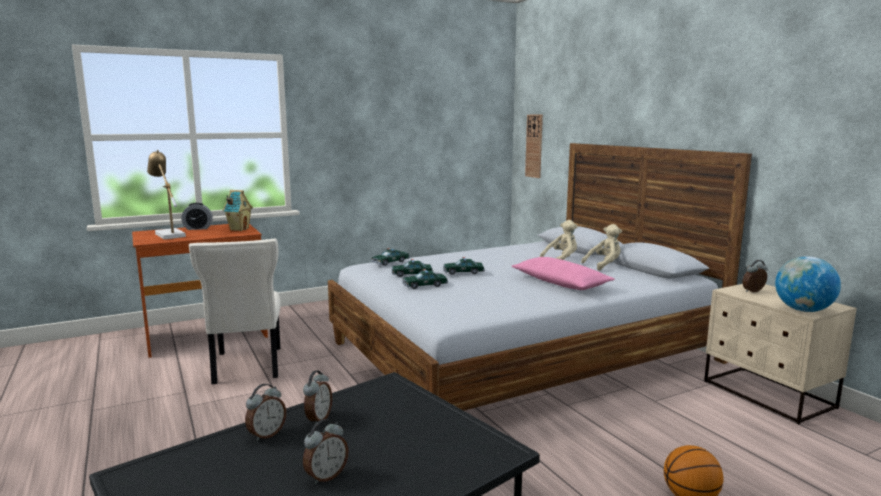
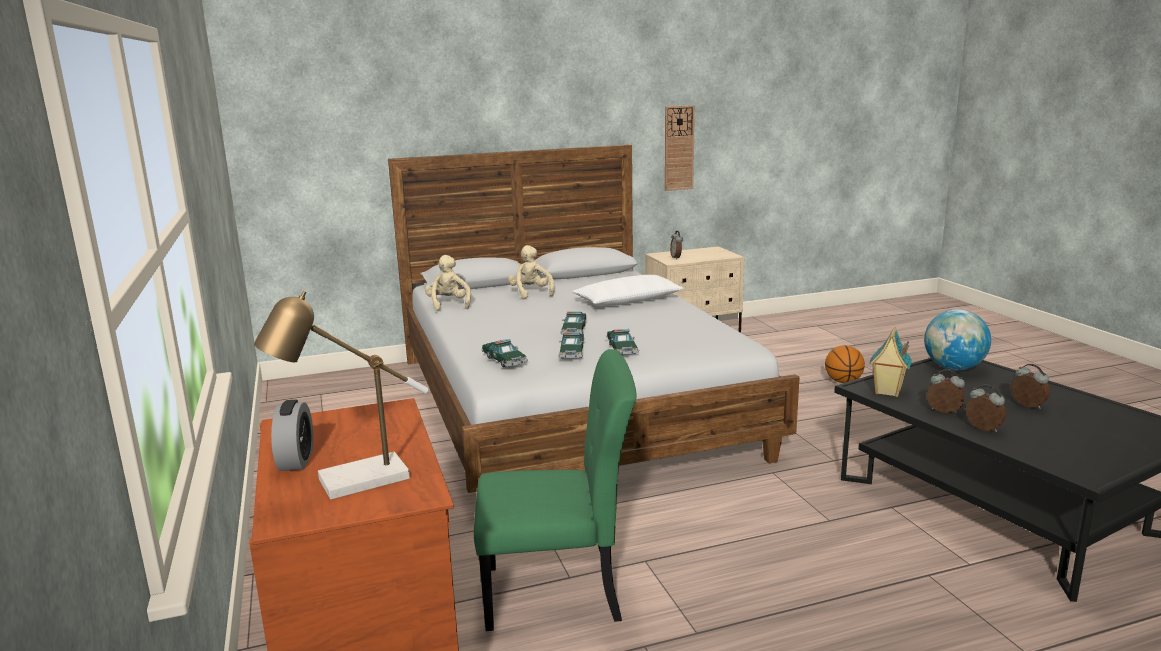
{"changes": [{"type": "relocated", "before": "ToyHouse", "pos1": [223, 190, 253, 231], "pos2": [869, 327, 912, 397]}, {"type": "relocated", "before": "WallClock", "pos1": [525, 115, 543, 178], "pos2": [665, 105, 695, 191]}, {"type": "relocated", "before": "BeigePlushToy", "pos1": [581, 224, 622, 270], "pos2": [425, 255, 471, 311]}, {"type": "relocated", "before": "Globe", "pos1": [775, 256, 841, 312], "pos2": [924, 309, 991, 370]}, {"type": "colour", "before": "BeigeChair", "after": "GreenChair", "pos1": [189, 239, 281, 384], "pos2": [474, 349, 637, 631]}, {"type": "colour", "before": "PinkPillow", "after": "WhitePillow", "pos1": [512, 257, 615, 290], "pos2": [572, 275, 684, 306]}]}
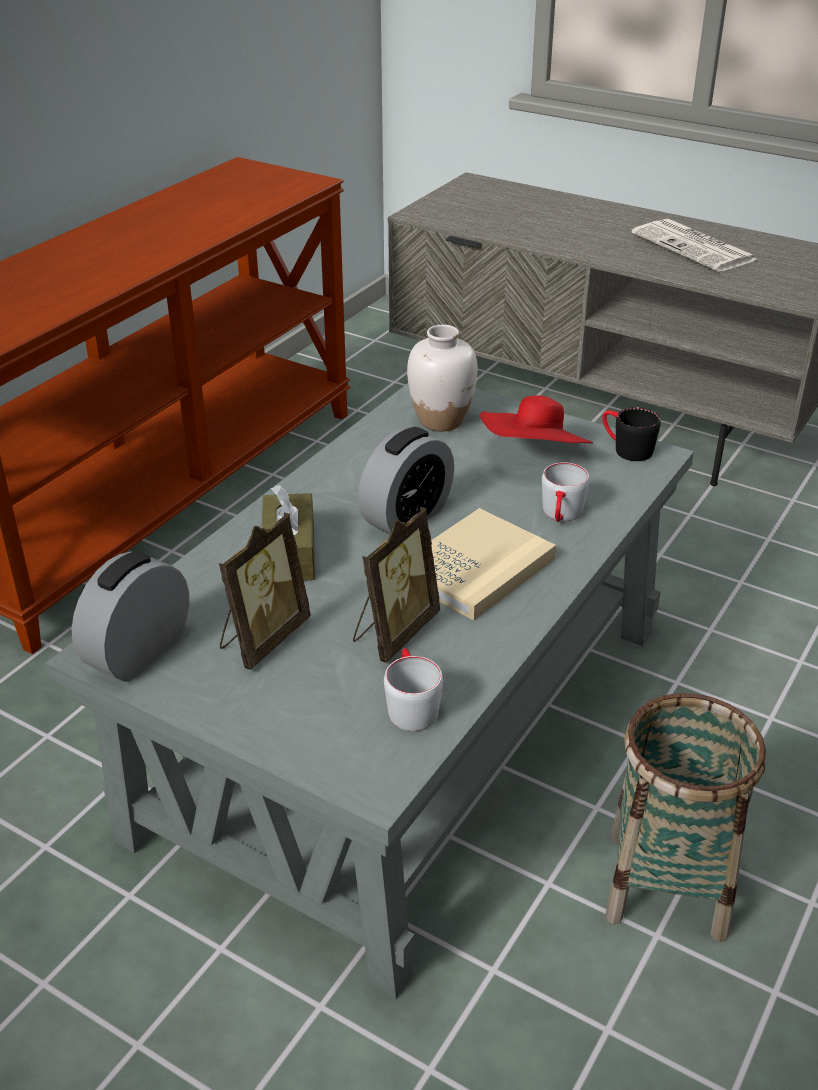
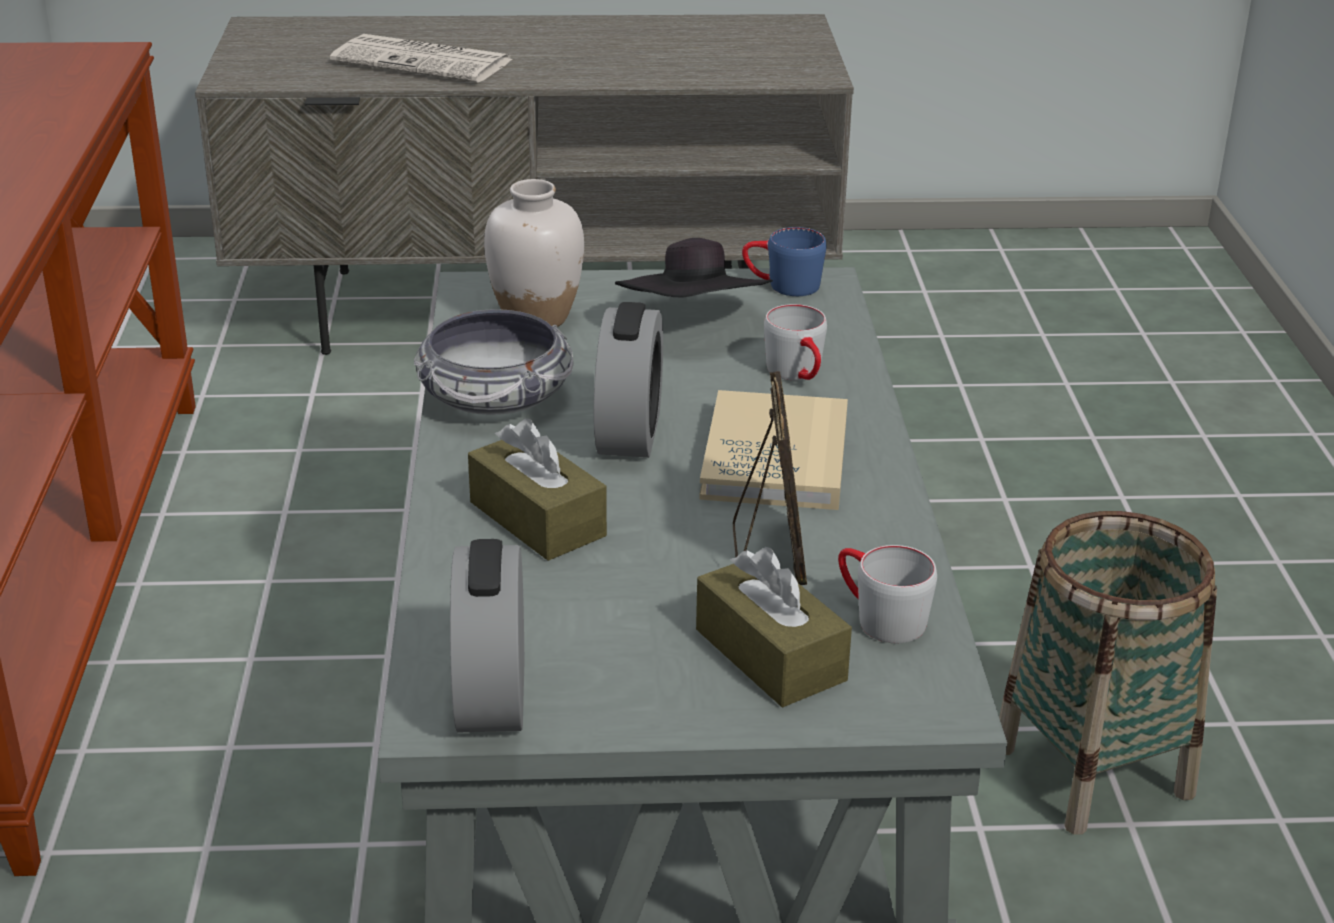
{"changes": [{"type": "missing", "before": "PictureFrame", "pos1": [219, 513, 311, 670]}, {"type": "appeared", "after": "Bowl", "pos2": [414, 309, 574, 415]}, {"type": "appeared", "after": "BrownTissueBox", "pos2": [696, 547, 852, 708]}, {"type": "relocated", "before": "Newspaper", "pos1": [632, 219, 759, 272], "pos2": [330, 34, 514, 83]}, {"type": "colour", "before": "RedHat", "after": "BlackHat", "pos1": [480, 395, 593, 444], "pos2": [615, 238, 773, 298]}, {"type": "colour", "before": "BlackMug", "after": "BlueMug", "pos1": [602, 407, 661, 461], "pos2": [742, 227, 826, 296]}]}
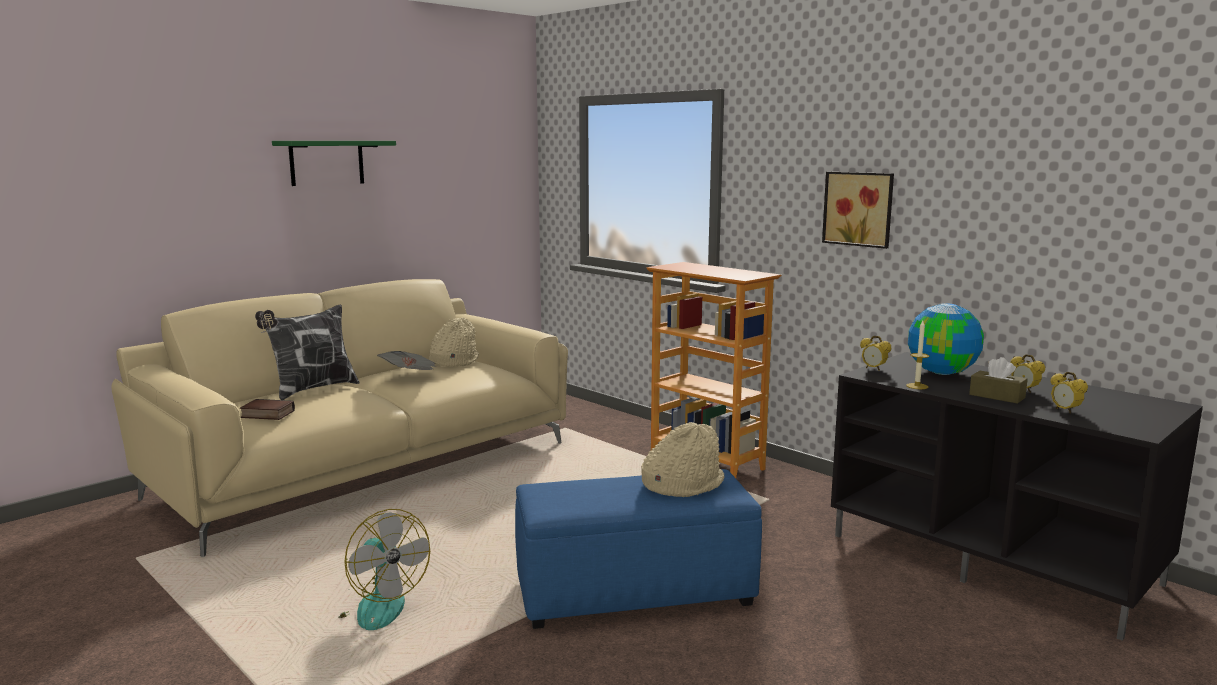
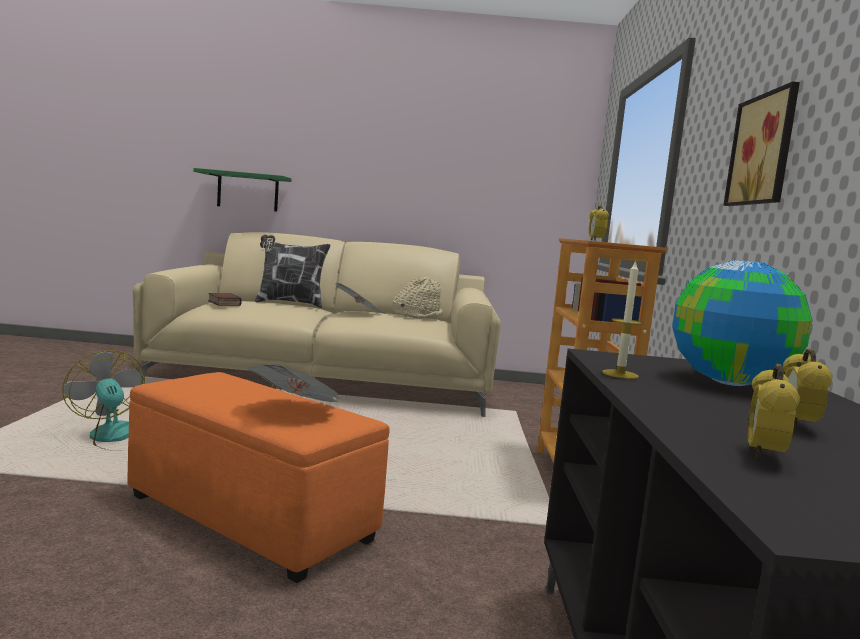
{"changes": [{"type": "missing", "before": "BrownTissueBox", "pos1": [969, 357, 1028, 404]}, {"type": "relocated", "before": "GreenShelf", "pos1": [272, 141, 396, 186], "pos2": [193, 168, 292, 211]}, {"type": "relocated", "before": "AlarmClock", "pos1": [860, 336, 891, 371], "pos2": [589, 205, 609, 241]}, {"type": "exchanged", "before": "BeigeHat", "after": "Newspaper", "pos1": [641, 422, 725, 497], "pos2": [247, 365, 341, 402]}, {"type": "colour", "before": "BlueOttoman", "after": "OrangeOttoman", "pos1": [515, 469, 762, 629], "pos2": [127, 372, 390, 583]}, {"type": "spun", "before": "Fan", "pos1": [339, 509, 430, 630], "pos2": [62, 350, 145, 451], "turn": 135}]}
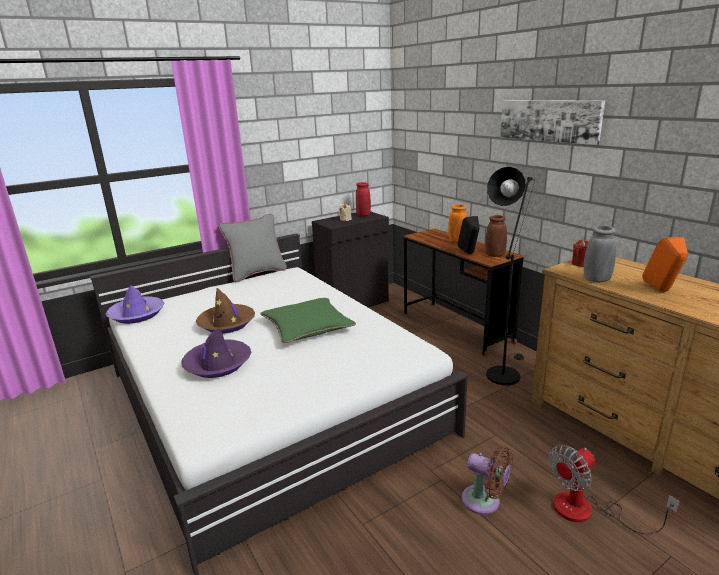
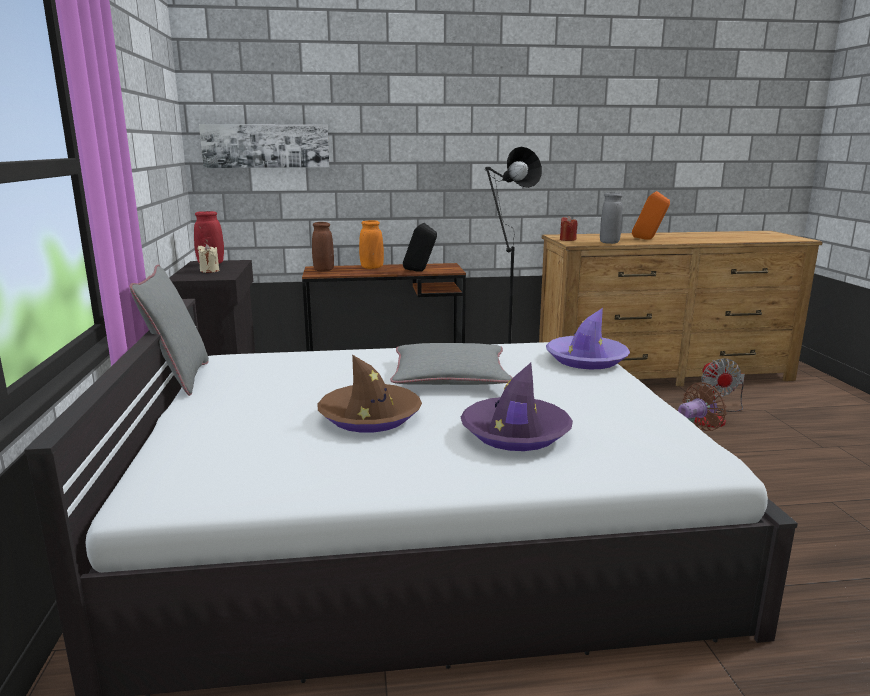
{"changes": [{"type": "relocated", "before": "PurpleHat", "pos1": [106, 285, 164, 324], "pos2": [546, 308, 630, 369]}, {"type": "relocated", "before": "BrownVase", "pos1": [485, 215, 507, 257], "pos2": [312, 222, 334, 272]}, {"type": "relocated", "before": "Picture", "pos1": [500, 100, 605, 145], "pos2": [199, 124, 329, 168]}, {"type": "colour", "before": "GreenPillow", "after": "GreyPillow", "pos1": [260, 298, 356, 343], "pos2": [390, 343, 512, 385]}]}
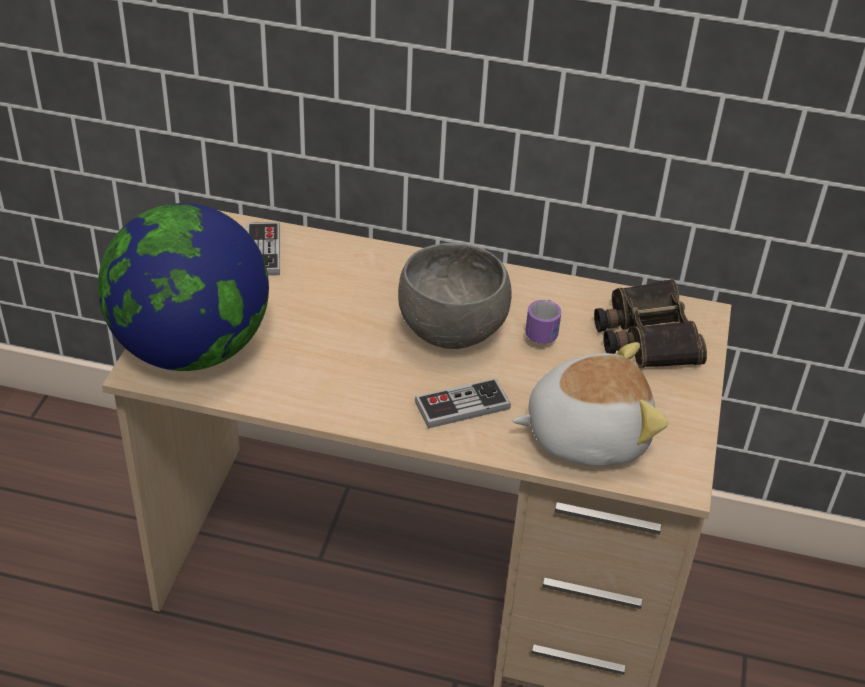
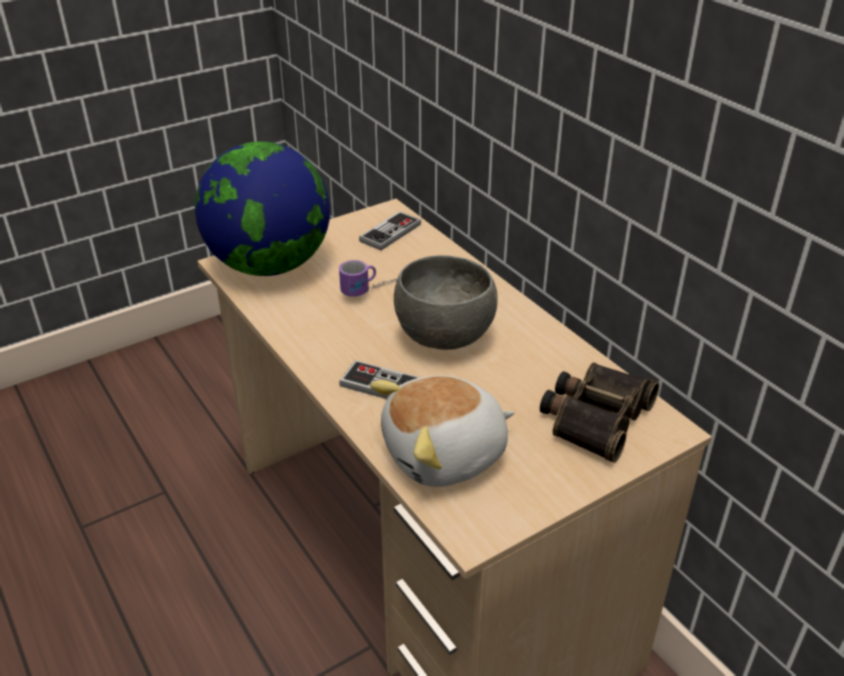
{"changes": [{"type": "relocated", "before": "Mug", "pos1": [525, 300, 562, 344], "pos2": [339, 260, 397, 297]}, {"type": "spun", "before": "PlushToy", "pos1": [512, 342, 668, 466], "pos2": [370, 375, 515, 487], "turn": 120}]}
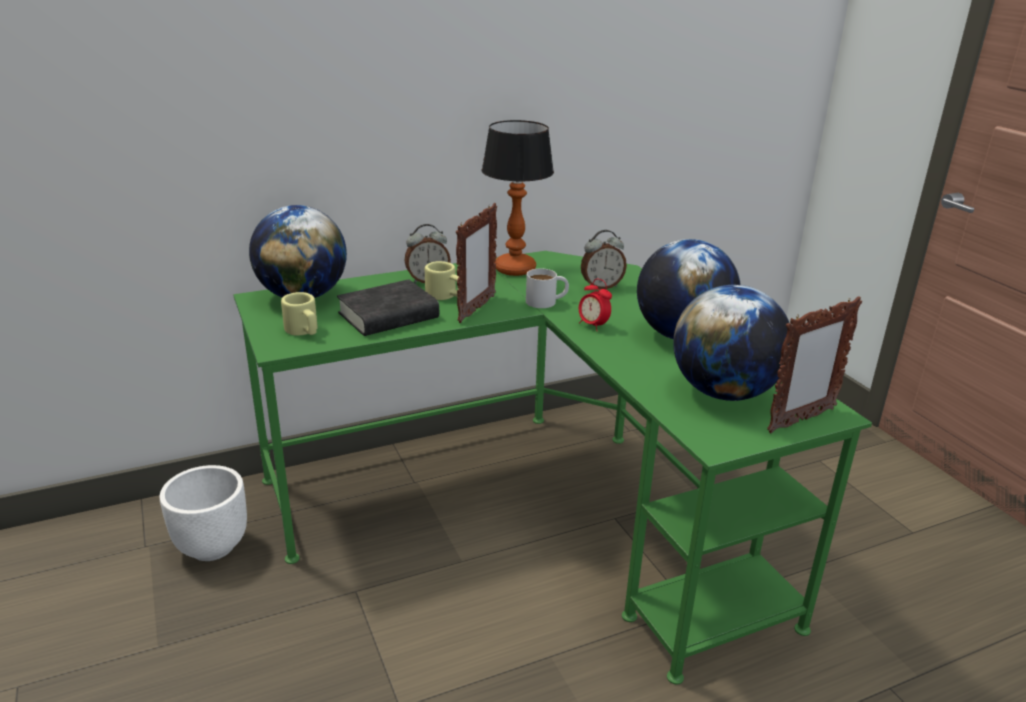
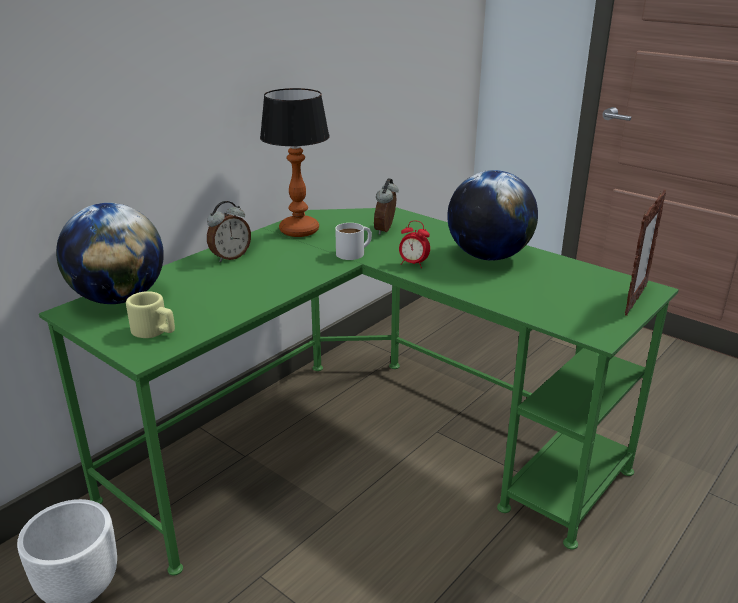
{"changes": [{"type": "missing", "before": "BlackBook", "pos1": [337, 279, 439, 336]}, {"type": "missing", "before": "BeigeMug", "pos1": [425, 261, 459, 300]}, {"type": "missing", "before": "PictureFrame", "pos1": [456, 203, 497, 323]}, {"type": "missing", "before": "Globe", "pos1": [673, 285, 790, 401]}, {"type": "spun", "before": "AlarmClock", "pos1": [581, 230, 627, 289], "pos2": [374, 178, 399, 235], "turn": 150}]}
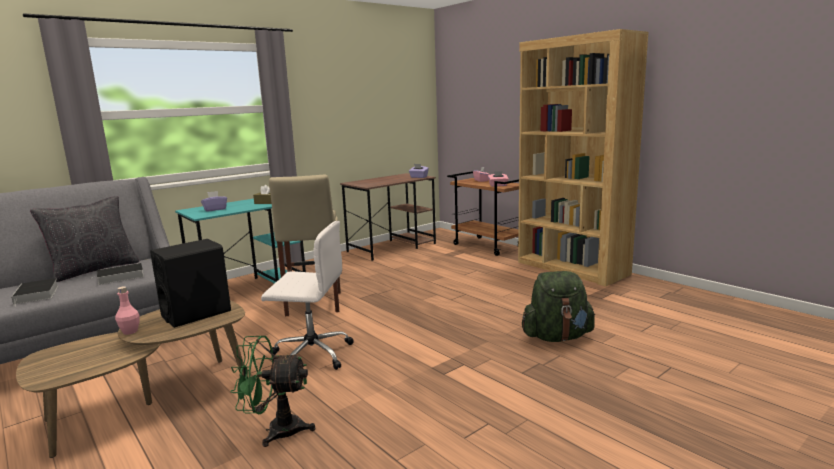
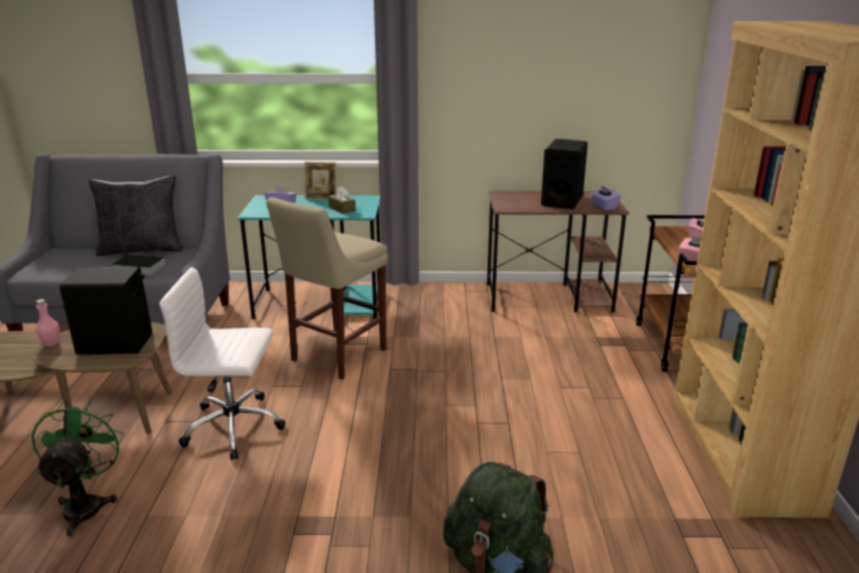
{"changes": [{"type": "missing", "before": "Book", "pos1": [11, 278, 58, 306]}, {"type": "appeared", "after": "PictureFrame", "pos2": [305, 162, 336, 200]}, {"type": "appeared", "after": "BlackSpeaker", "pos2": [541, 139, 588, 209]}, {"type": "spun", "before": "GreenFan", "pos1": [231, 336, 315, 447], "pos2": [31, 401, 124, 536], "turn": 45}, {"type": "spun", "before": "WhiteOfficeChair", "pos1": [261, 221, 354, 370], "pos2": [159, 267, 286, 461], "turn": 135}]}
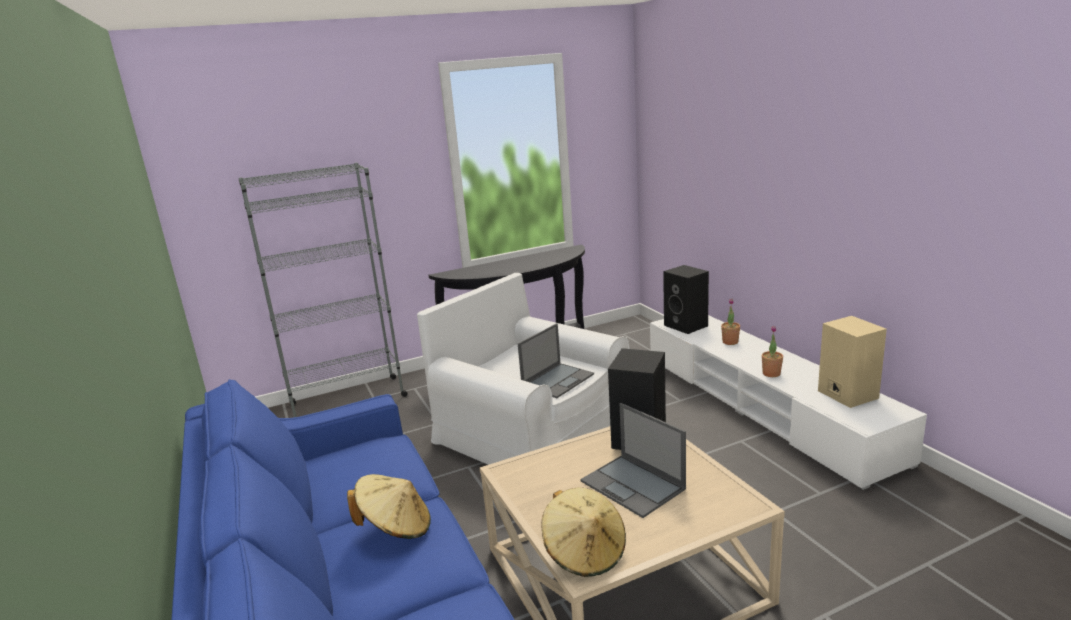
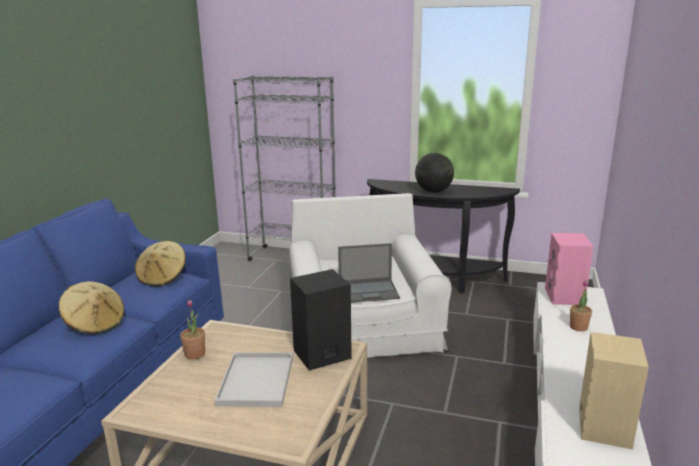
{"changes": [{"type": "appeared", "after": "Globe", "pos2": [415, 153, 454, 193]}, {"type": "relocated", "before": "BeigeHat", "pos1": [541, 487, 626, 577], "pos2": [135, 241, 186, 287]}, {"type": "relocated", "before": "PottedPlant", "pos1": [762, 326, 783, 377], "pos2": [180, 300, 205, 359]}, {"type": "exchanged", "before": "Laptop", "after": "WhiteTray", "pos1": [580, 403, 686, 518], "pos2": [214, 352, 293, 407]}, {"type": "colour", "before": "BlackSpeaker", "after": "PinkSpeaker", "pos1": [663, 265, 709, 334], "pos2": [545, 233, 594, 305]}]}
